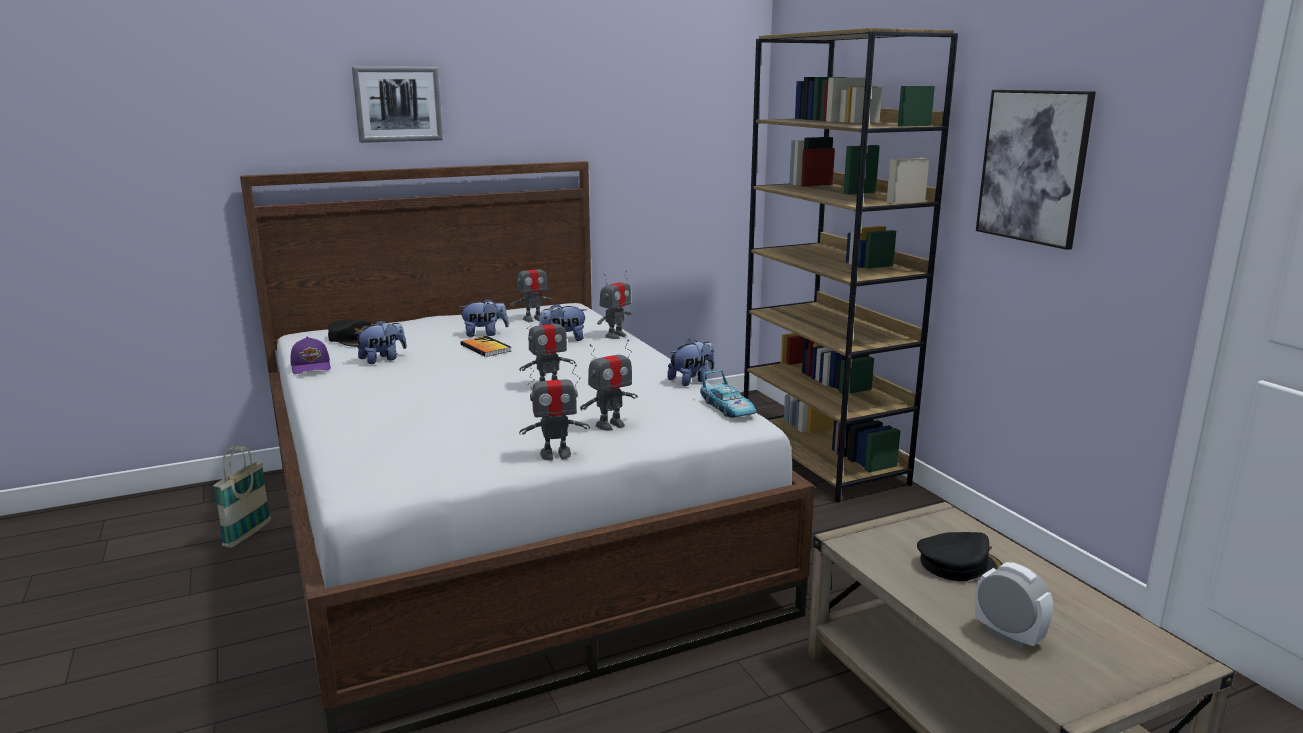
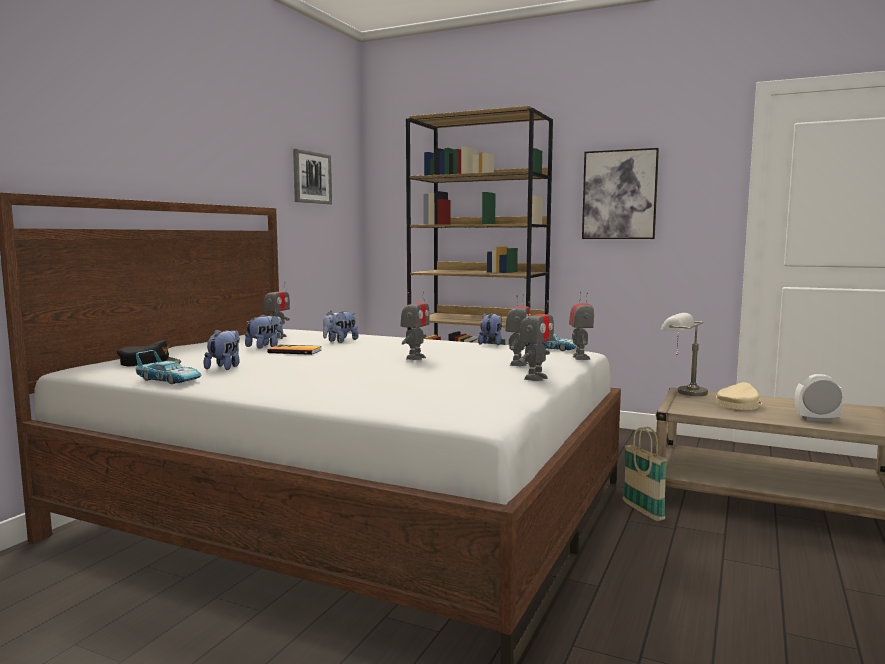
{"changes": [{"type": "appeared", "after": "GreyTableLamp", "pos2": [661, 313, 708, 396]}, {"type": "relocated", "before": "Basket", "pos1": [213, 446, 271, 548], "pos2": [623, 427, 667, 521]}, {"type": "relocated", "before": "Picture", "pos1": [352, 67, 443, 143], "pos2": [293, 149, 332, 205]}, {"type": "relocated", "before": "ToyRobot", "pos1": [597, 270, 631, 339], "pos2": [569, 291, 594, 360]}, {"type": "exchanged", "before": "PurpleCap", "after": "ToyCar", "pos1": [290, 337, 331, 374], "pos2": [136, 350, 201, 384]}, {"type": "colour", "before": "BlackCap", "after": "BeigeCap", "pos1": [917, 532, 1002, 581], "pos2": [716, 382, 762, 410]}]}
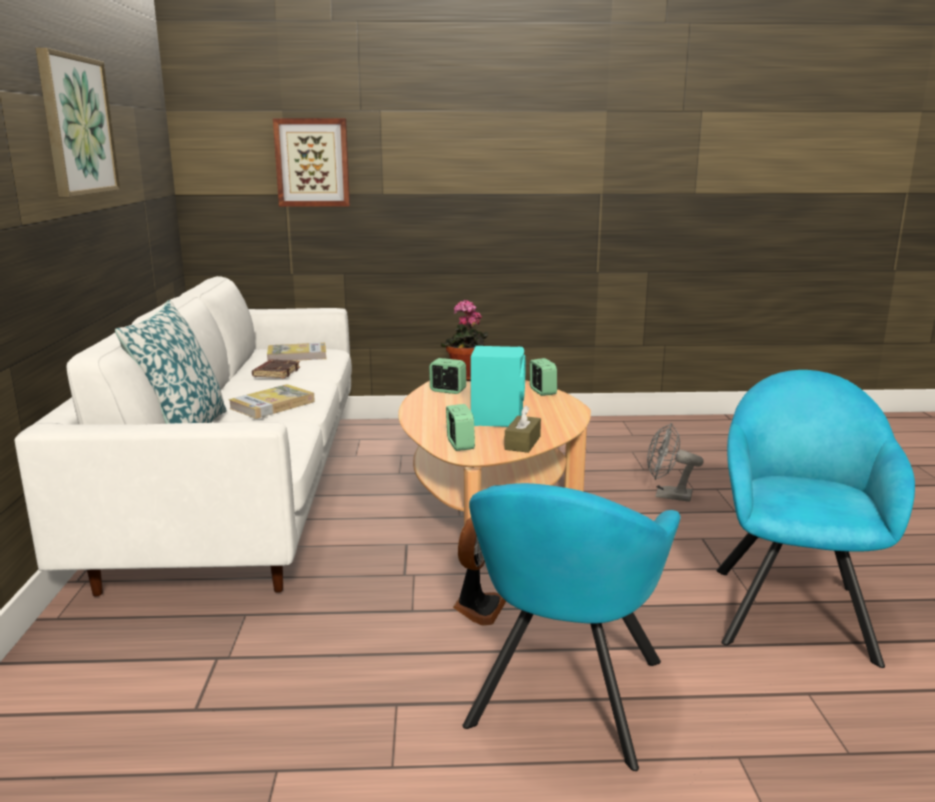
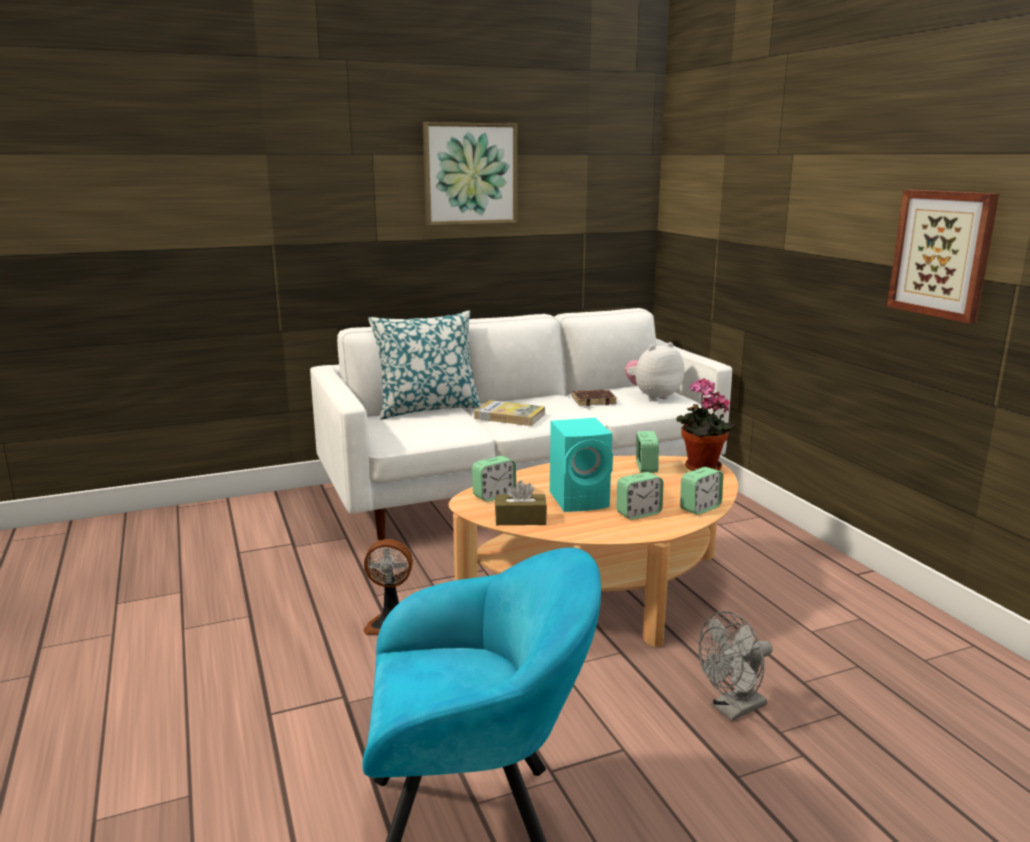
{"changes": [{"type": "missing", "before": "TurquoiseArmchair", "pos1": [463, 483, 681, 771]}, {"type": "appeared", "after": "AlarmClock", "pos2": [616, 472, 663, 520]}, {"type": "relocated", "before": "Picture", "pos1": [273, 118, 350, 207], "pos2": [887, 190, 999, 324]}, {"type": "exchanged", "before": "Book", "after": "PlushToy", "pos1": [267, 343, 327, 361], "pos2": [625, 342, 684, 401]}, {"type": "spun", "before": "GreyFan", "pos1": [647, 423, 704, 502], "pos2": [699, 611, 773, 721], "turn": -120}]}
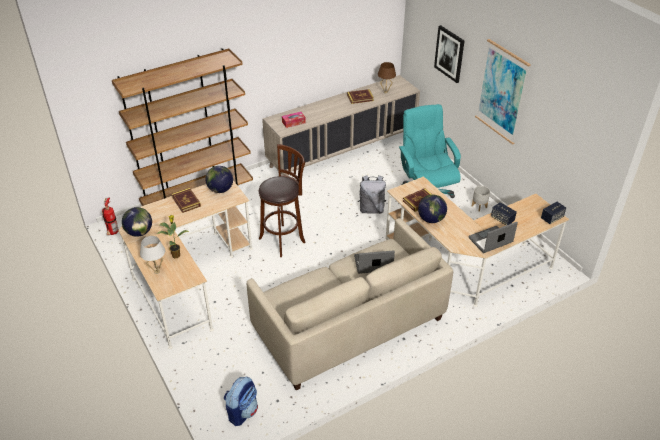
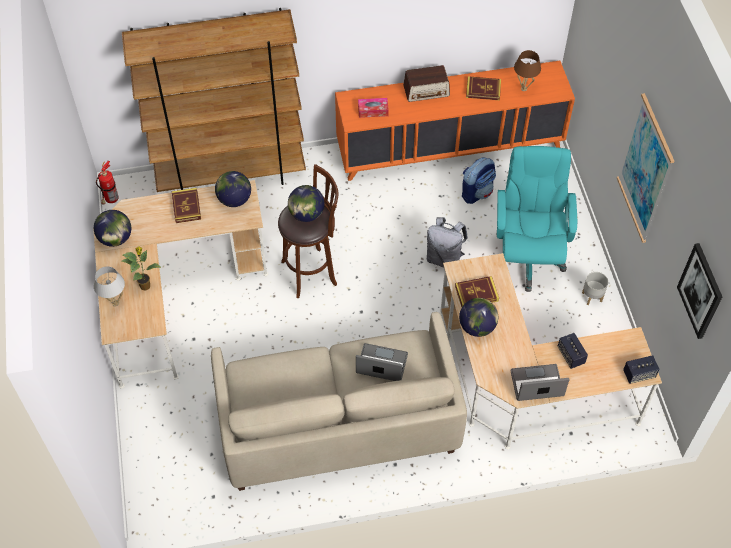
{"changes": [{"type": "appeared", "after": "Globe", "pos2": [288, 185, 325, 222]}, {"type": "appeared", "after": "Radio", "pos2": [403, 65, 450, 102]}, {"type": "relocated", "before": "Backpack", "pos1": [224, 377, 258, 426], "pos2": [462, 158, 496, 204]}, {"type": "relocated", "before": "Picture", "pos1": [434, 25, 465, 83], "pos2": [677, 243, 722, 339]}, {"type": "colour", "before": "BeigeCabinet", "after": "OrangeCabinet", "pos1": [262, 75, 420, 176], "pos2": [335, 61, 575, 181]}]}
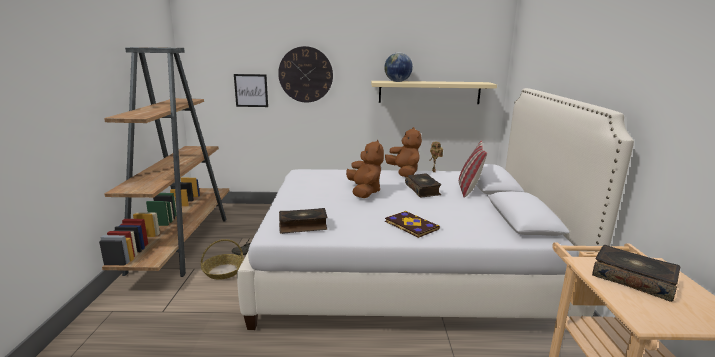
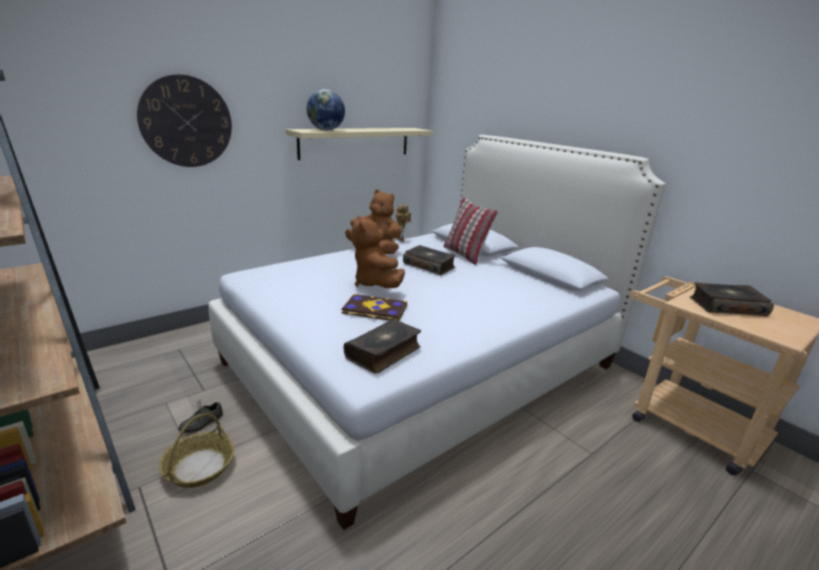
{"changes": [{"type": "missing", "before": "Picture", "pos1": [234, 74, 268, 107]}, {"type": "relocated", "before": "Book", "pos1": [385, 211, 440, 238], "pos2": [342, 294, 407, 321]}, {"type": "spun", "before": "BrownPlushToy", "pos1": [346, 140, 384, 198], "pos2": [352, 216, 405, 288], "turn": -150}]}
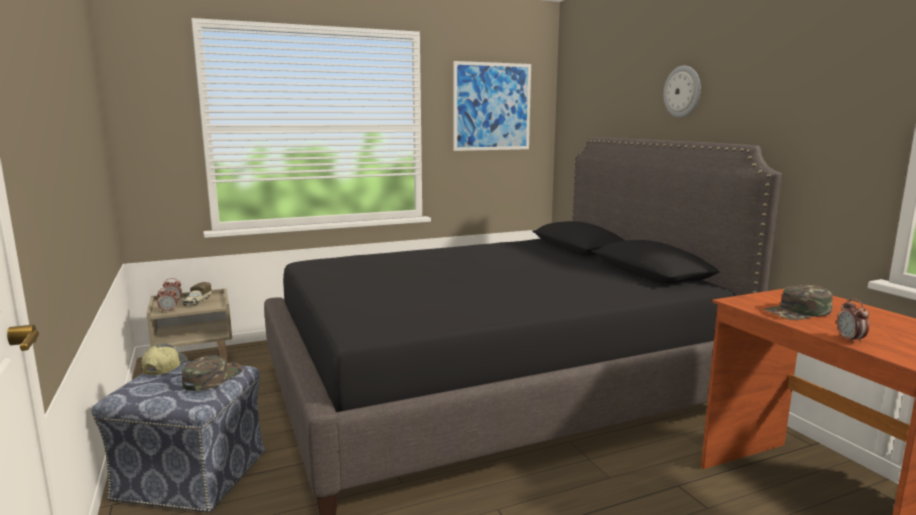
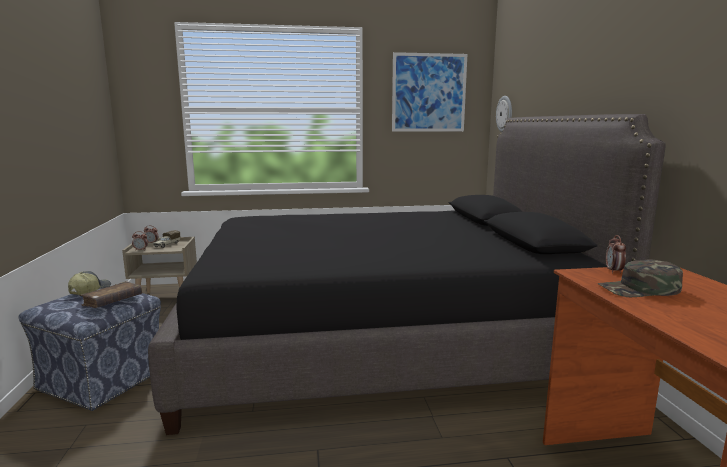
{"changes": [{"type": "relocated", "before": "WallClock", "pos1": [664, 66, 701, 117], "pos2": [496, 96, 512, 132]}, {"type": "relocated", "before": "AlarmClock", "pos1": [837, 298, 869, 344], "pos2": [606, 235, 626, 274]}, {"type": "exchanged", "before": "GreenCap", "after": "BrownBook", "pos1": [182, 355, 243, 391], "pos2": [79, 281, 142, 308]}]}
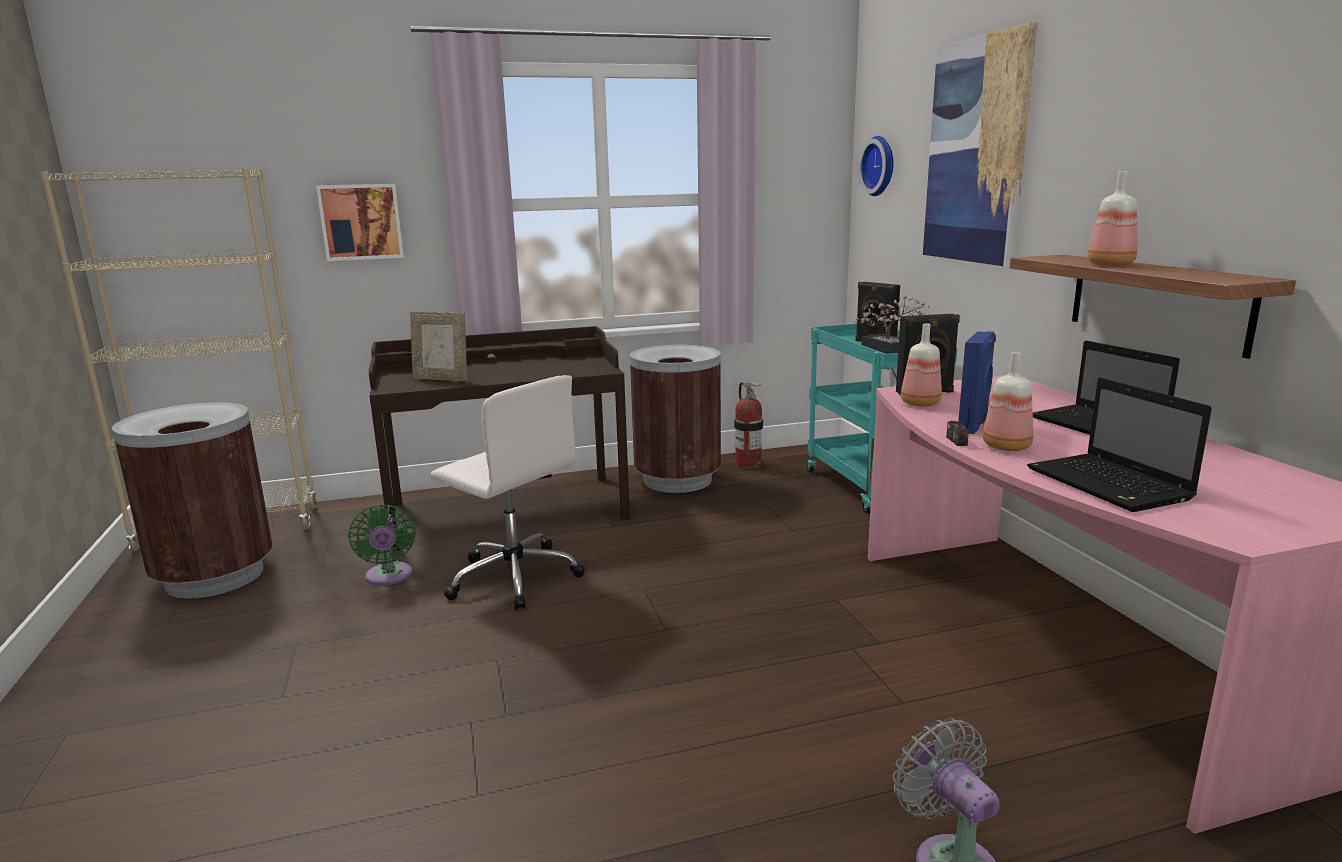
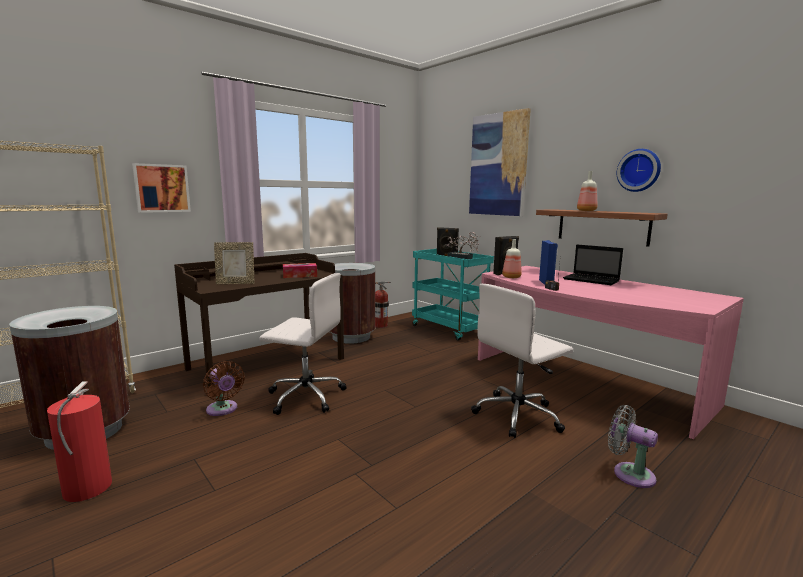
{"changes": [{"type": "missing", "before": "Bottle", "pos1": [983, 352, 1034, 451]}, {"type": "missing", "before": "Laptop", "pos1": [1027, 378, 1212, 512]}, {"type": "appeared", "after": "FireExtinguisher", "pos2": [47, 381, 112, 502]}, {"type": "appeared", "after": "TissueBox", "pos2": [283, 263, 317, 278]}, {"type": "appeared", "after": "WhiteOfficeChair", "pos2": [471, 284, 573, 438]}, {"type": "relocated", "before": "WallClock", "pos1": [858, 136, 893, 196], "pos2": [617, 149, 661, 192]}, {"type": "colour", "before": "GreenFan", "after": "BrownFan", "pos1": [348, 504, 416, 586], "pos2": [203, 361, 245, 416]}]}
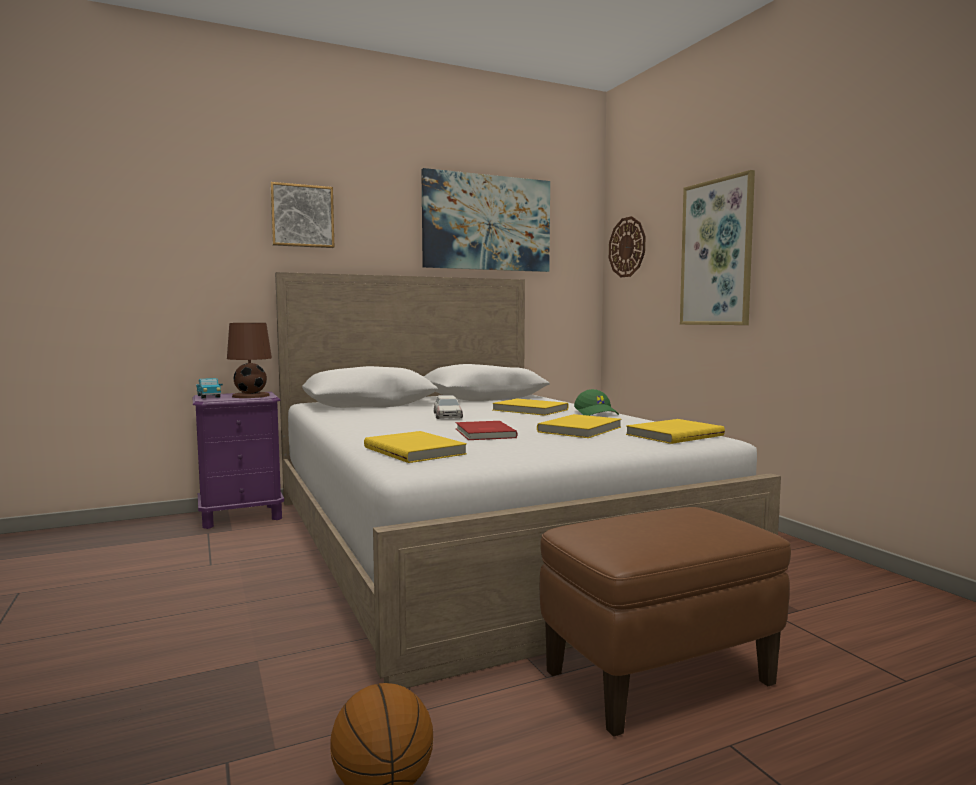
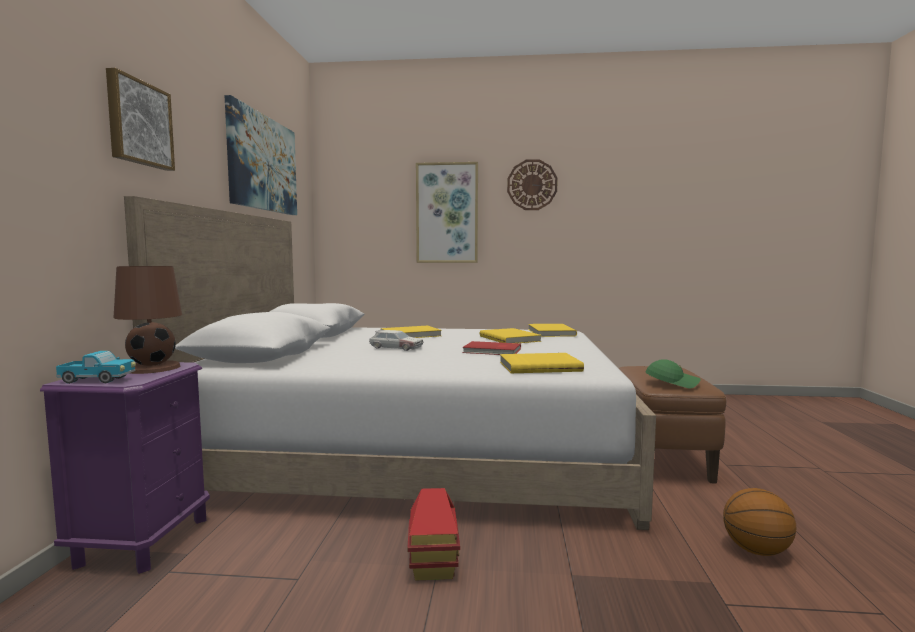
{"changes": [{"type": "appeared", "after": "ToyHouse", "pos2": [408, 488, 460, 581]}, {"type": "relocated", "before": "GreenCap", "pos1": [574, 389, 619, 416], "pos2": [646, 359, 701, 388]}, {"type": "relocated", "before": "WallClock", "pos1": [609, 216, 646, 277], "pos2": [507, 159, 558, 210]}]}
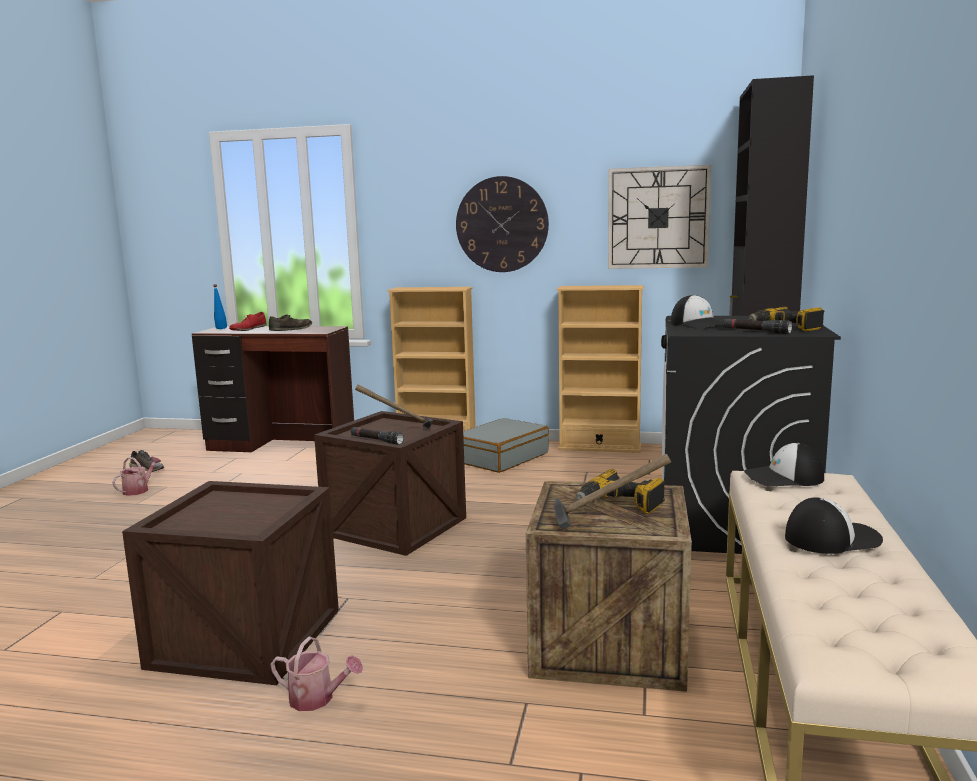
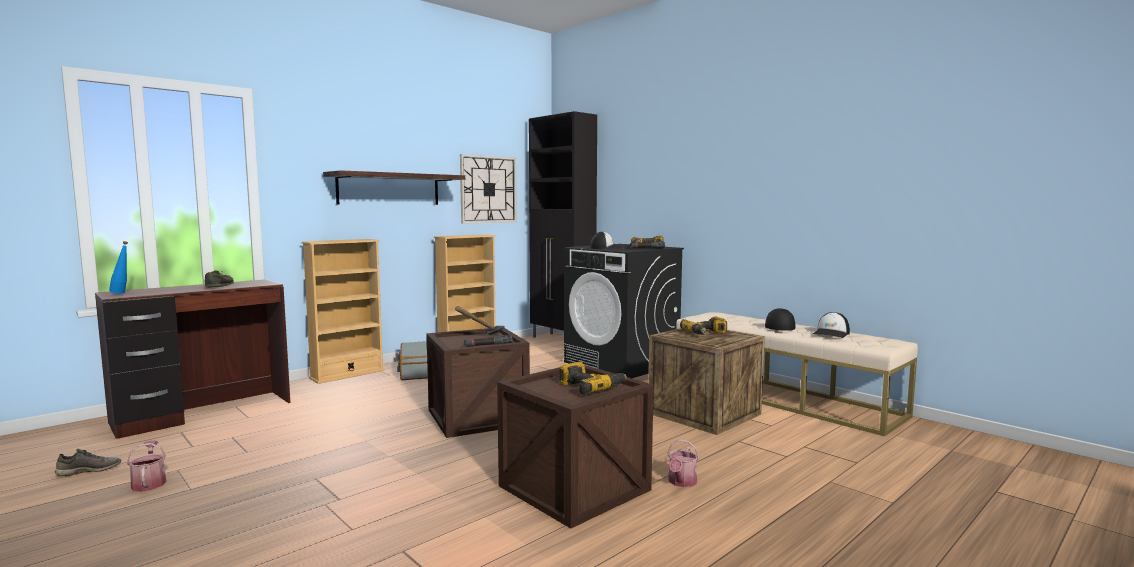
{"changes": [{"type": "missing", "before": "RedShoe", "pos1": [229, 312, 266, 331]}, {"type": "missing", "before": "Hammer", "pos1": [554, 454, 671, 530]}, {"type": "appeared", "after": "PowerDrill", "pos2": [560, 362, 627, 394]}, {"type": "relocated", "before": "Cap", "pos1": [744, 443, 824, 486], "pos2": [813, 312, 850, 338]}, {"type": "exchanged", "before": "WallClock", "after": "Shelf", "pos1": [456, 176, 549, 272], "pos2": [323, 170, 465, 205]}, {"type": "spun", "before": "WateringCan", "pos1": [270, 637, 363, 711], "pos2": [667, 439, 699, 487], "turn": 150}]}
